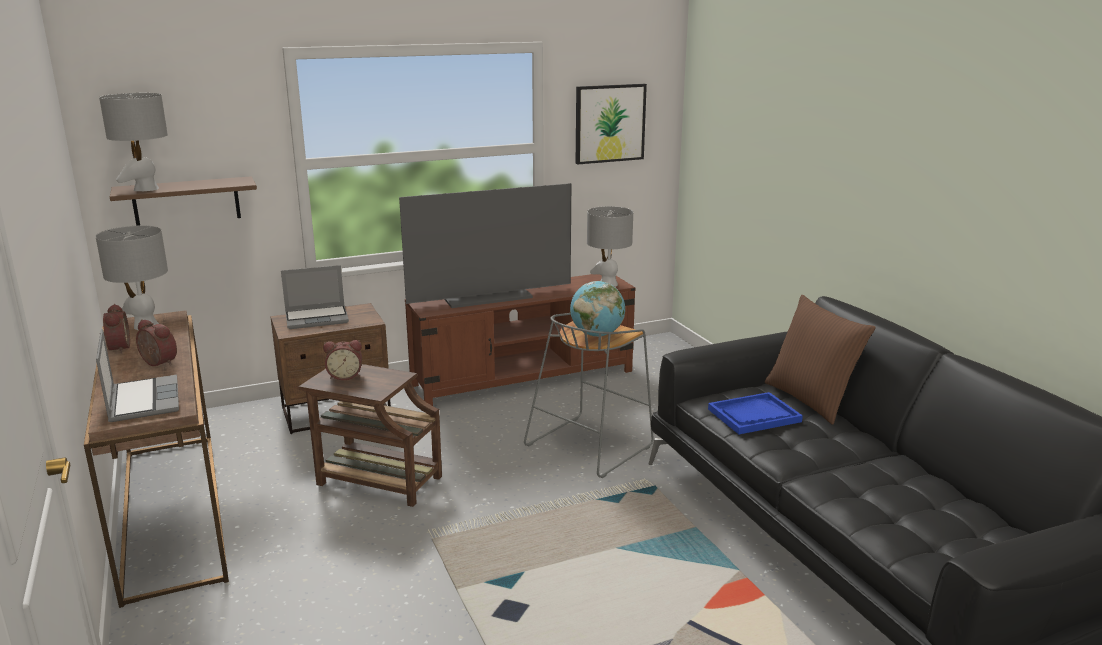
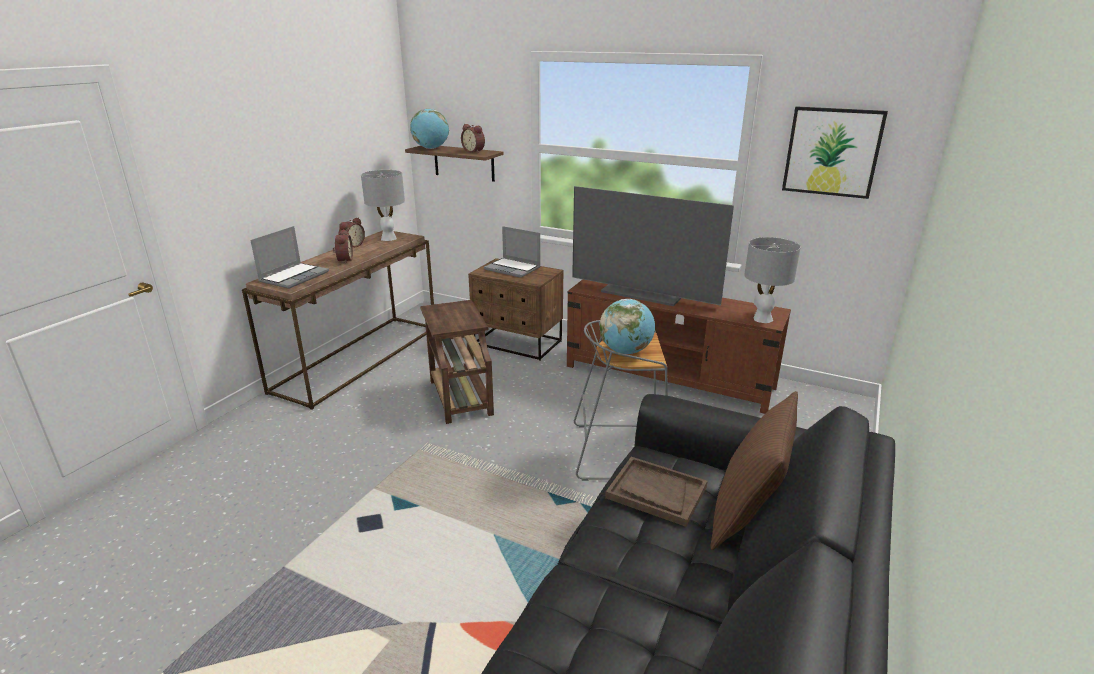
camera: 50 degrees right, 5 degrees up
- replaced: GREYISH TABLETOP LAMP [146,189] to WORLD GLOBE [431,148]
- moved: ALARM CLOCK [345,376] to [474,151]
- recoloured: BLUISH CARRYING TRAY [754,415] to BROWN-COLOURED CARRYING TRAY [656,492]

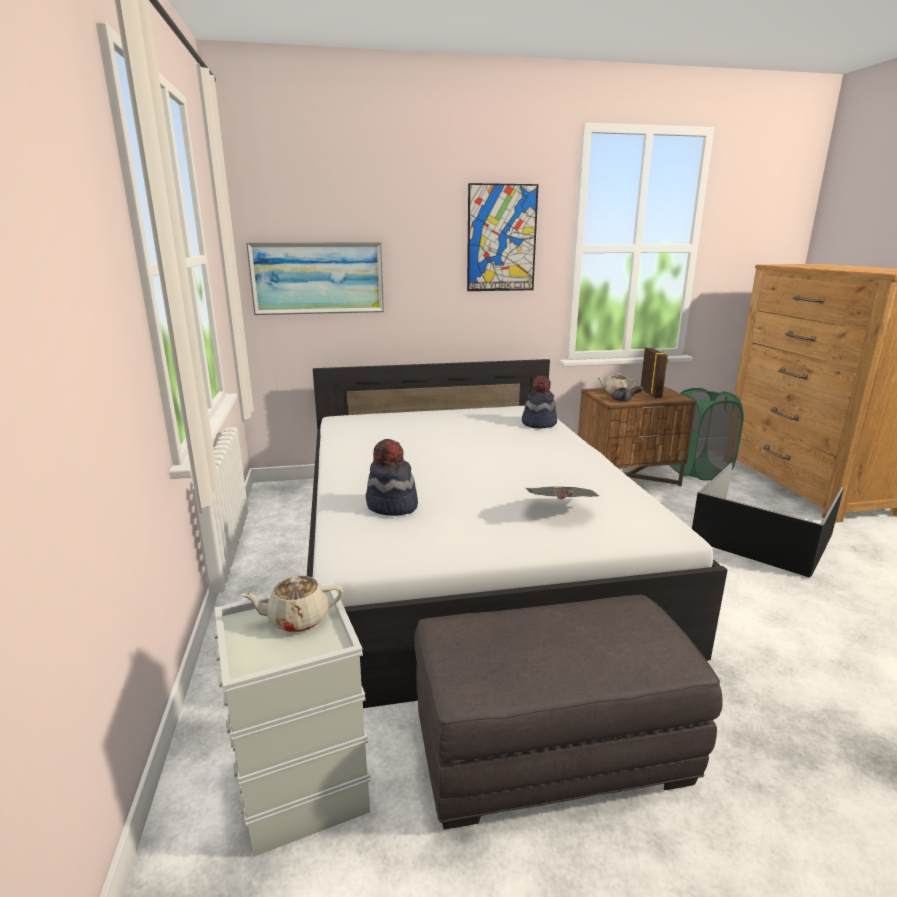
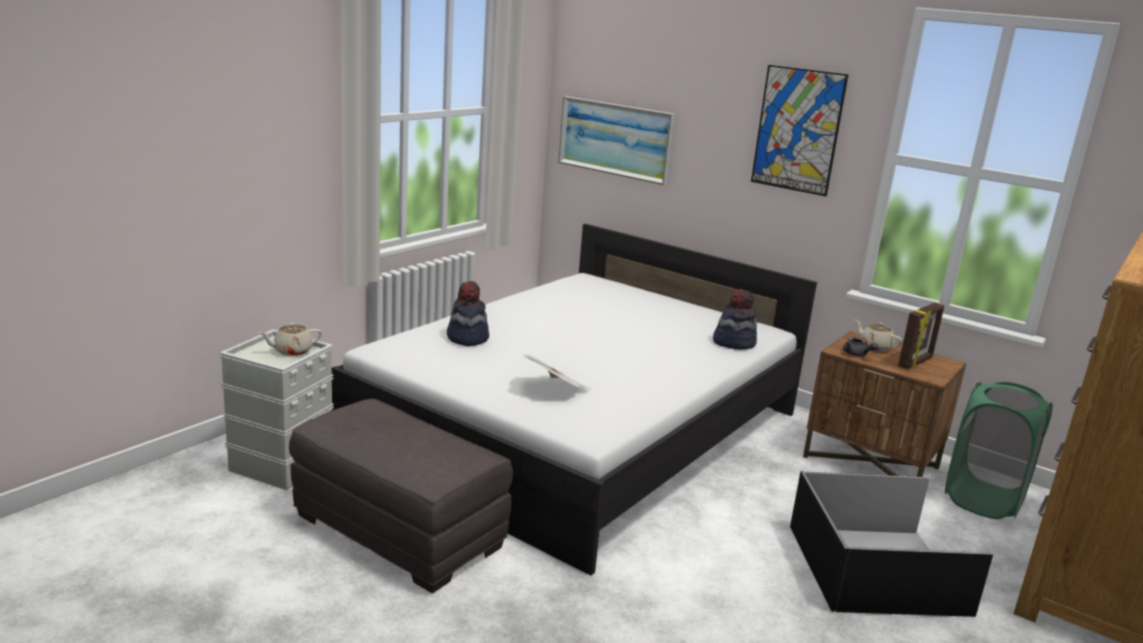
camera: 45 degrees right, 0 degrees up
- turned: BEIGE TEAPOT [297,619] = [292,351] 60 degrees counterclockwise

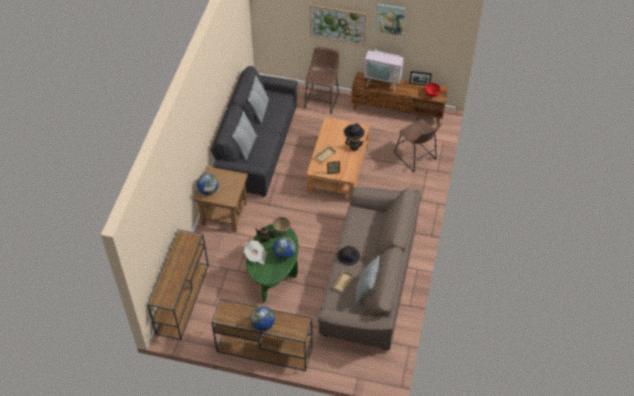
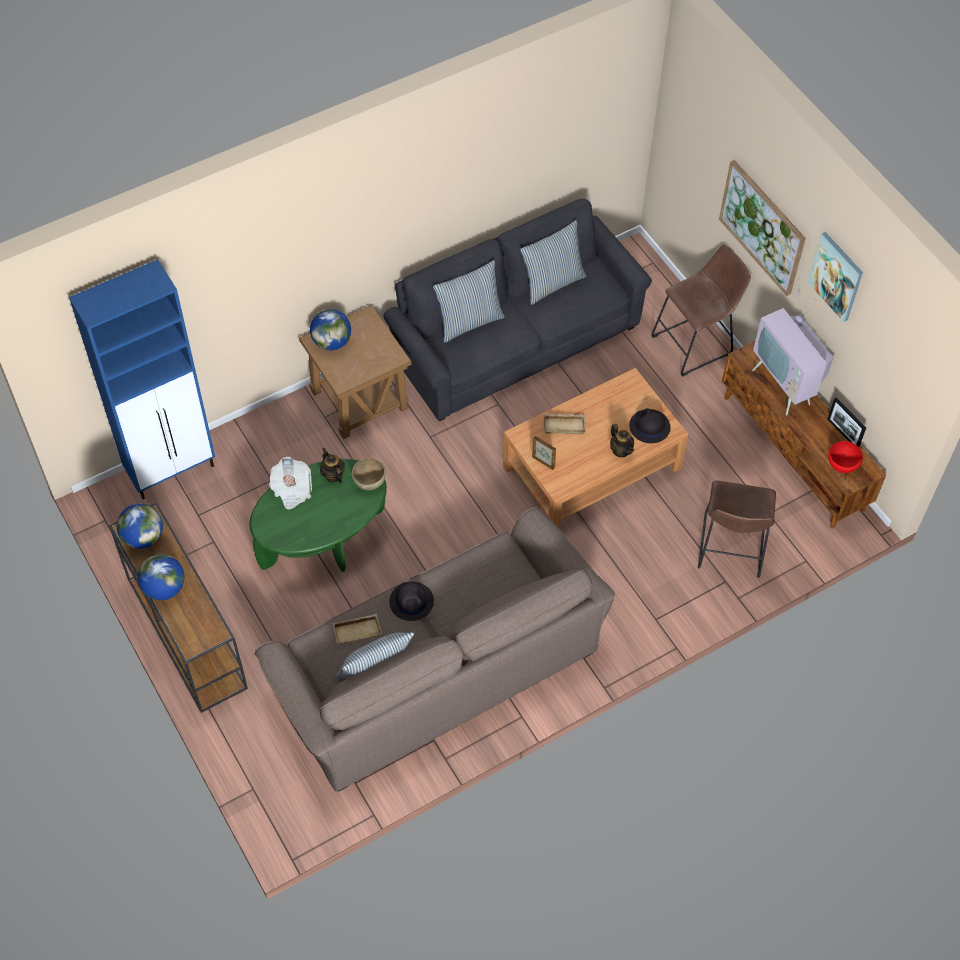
camera: 45 degrees right, 5 degrees up
- replaced: BROWN-COLOURED HALL TABLE [182,298] to BLUISH STORAGE CABINET [173,470]
- moved: WORLD GLOBE [284,254] to [143,537]

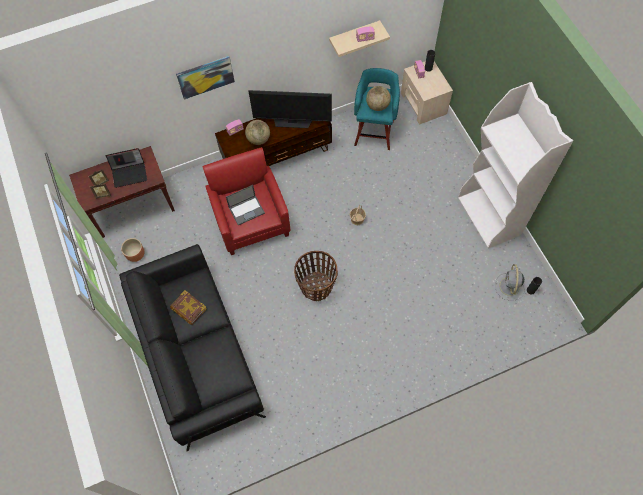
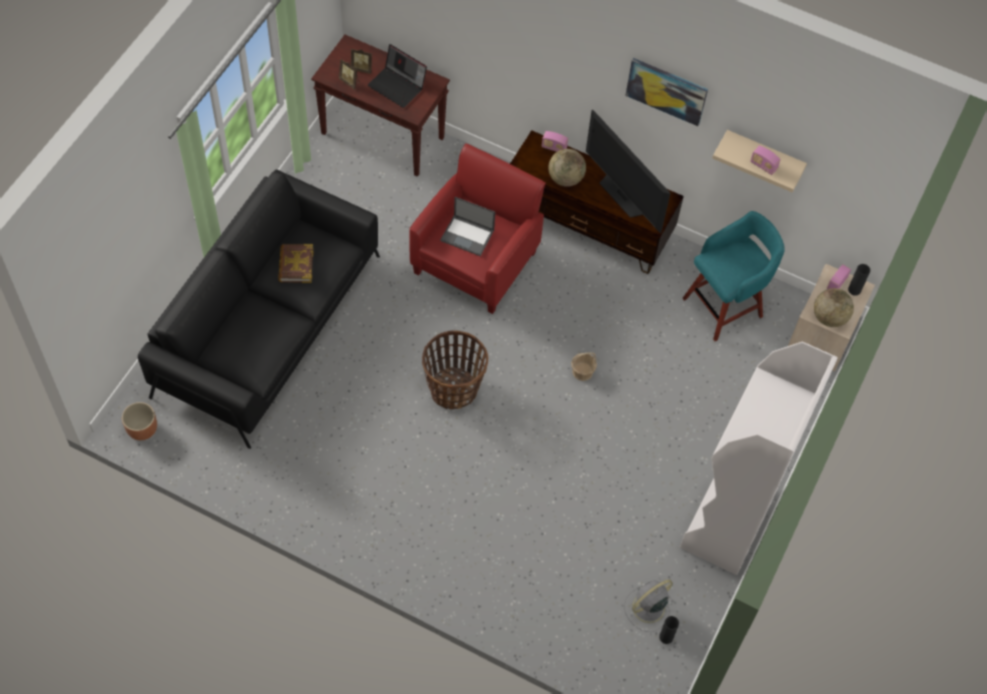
camera: 45 degrees right, 5 degrees down
- moved: WALL PICTURE [205,77] to [666,91]
- moved: WORLD GLOBE [377,106] to [829,317]
- moved: BROWN-COLOURED PLANT POT [135,254] to [142,429]

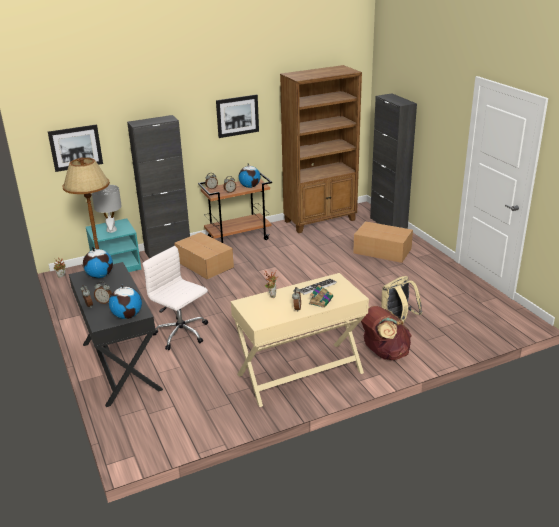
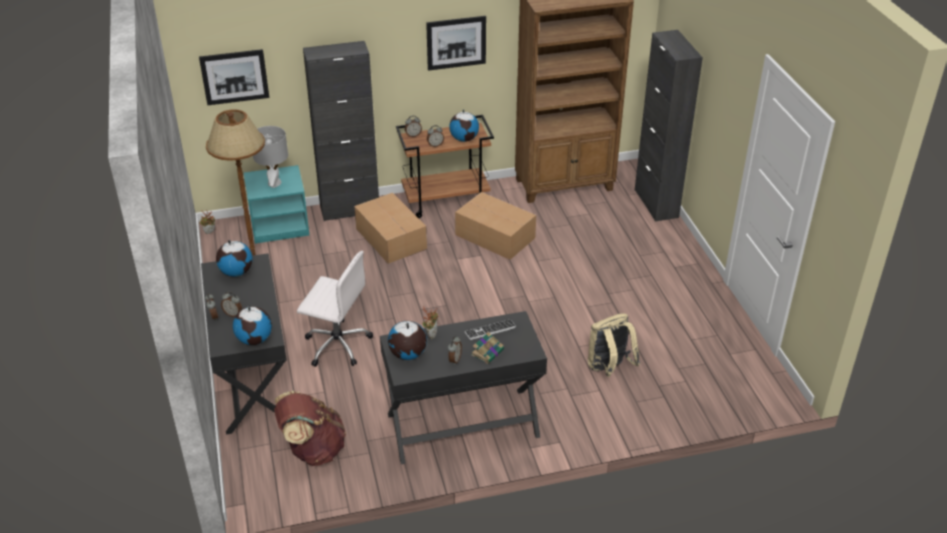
camera: 10 degrees right, 10 degrees up
- moved: PACKING BOX [383,251] to [495,237]
- turned: WHITISH DESK CHAIR [182,334] = [336,344] 150 degrees clockwise
- recoloured: BEIGE DESK [300,374] to BLACK-COLOURED DESK [463,426]
- moved: BROWN-COLOURED RUCKSACK [383,353] to [312,450]
- added: WORLD GLOBE [407,354]

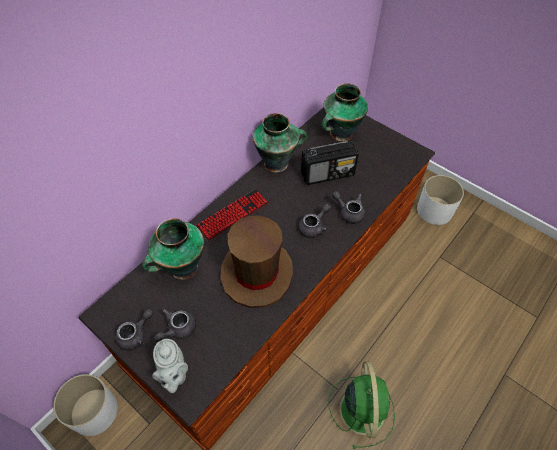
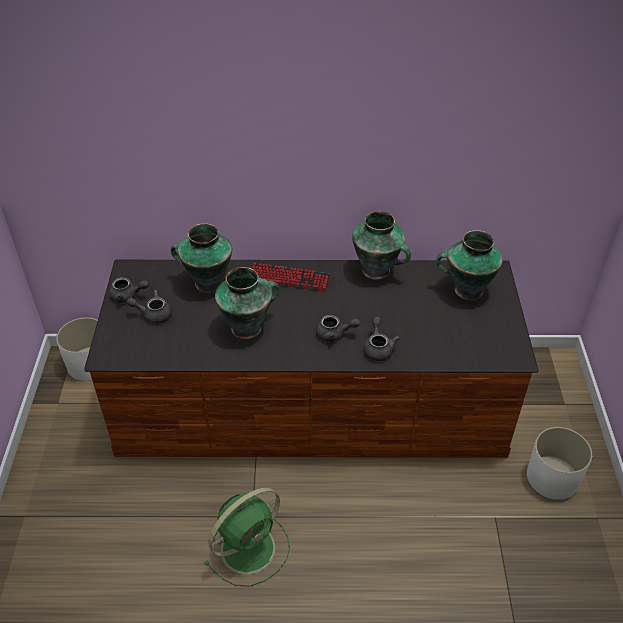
camera: 50 degrees right, 10 degrees down
- removed: RADIO SET [328,174]
- replaced: BROWN-COLOURED HAT [257,273] to DECORATIVE VASE [248,327]
- removed: GREYISH TEAPOT [173,374]

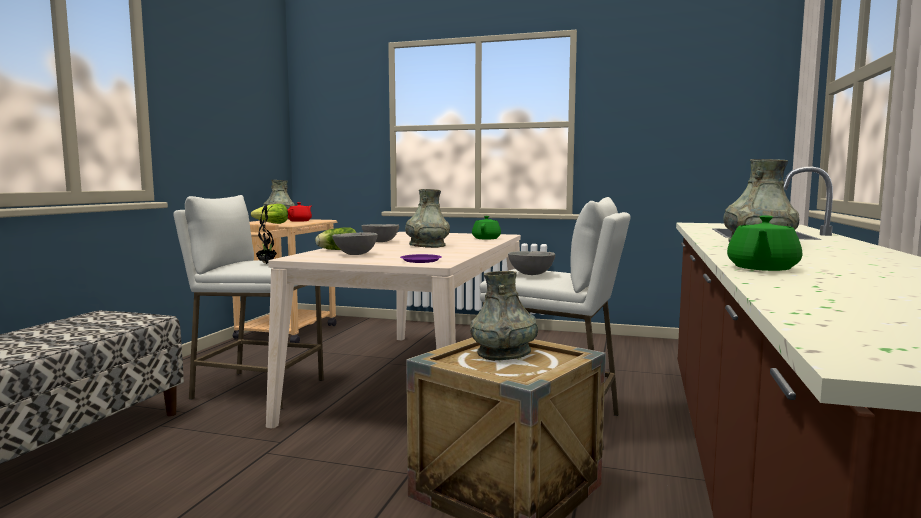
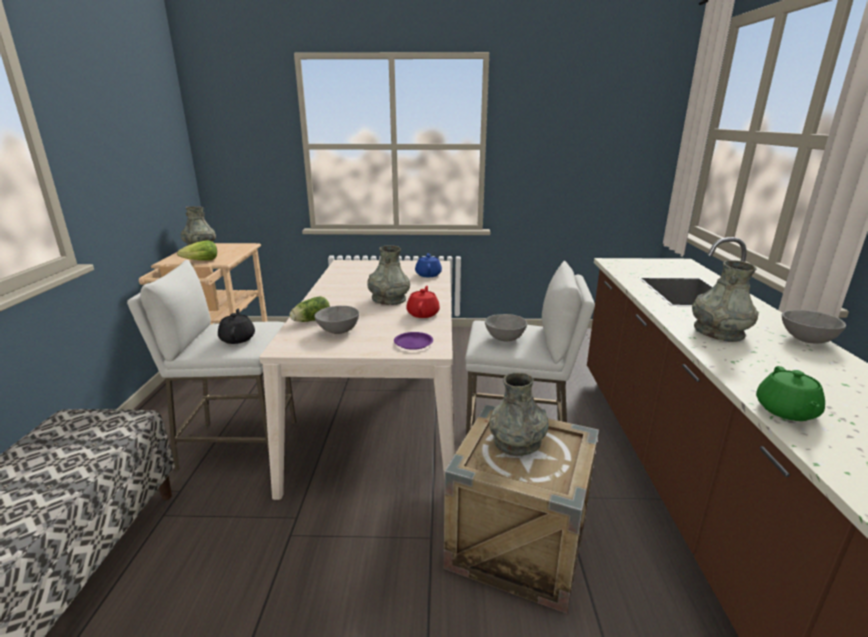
camera: 15 degrees left, 15 degrees up
- moved: RED-COLOURED TEAPOT [300,221] to [423,313]
- replaced: HOUSEPLANT [267,263] to BLACK-COLOURED TEAPOT [238,338]
- recoloured: GREENISH TEAPOT [486,238] to BLUISH TEAPOT [428,274]
- moved: GREYISH DEEP DISH [380,242] to [805,340]

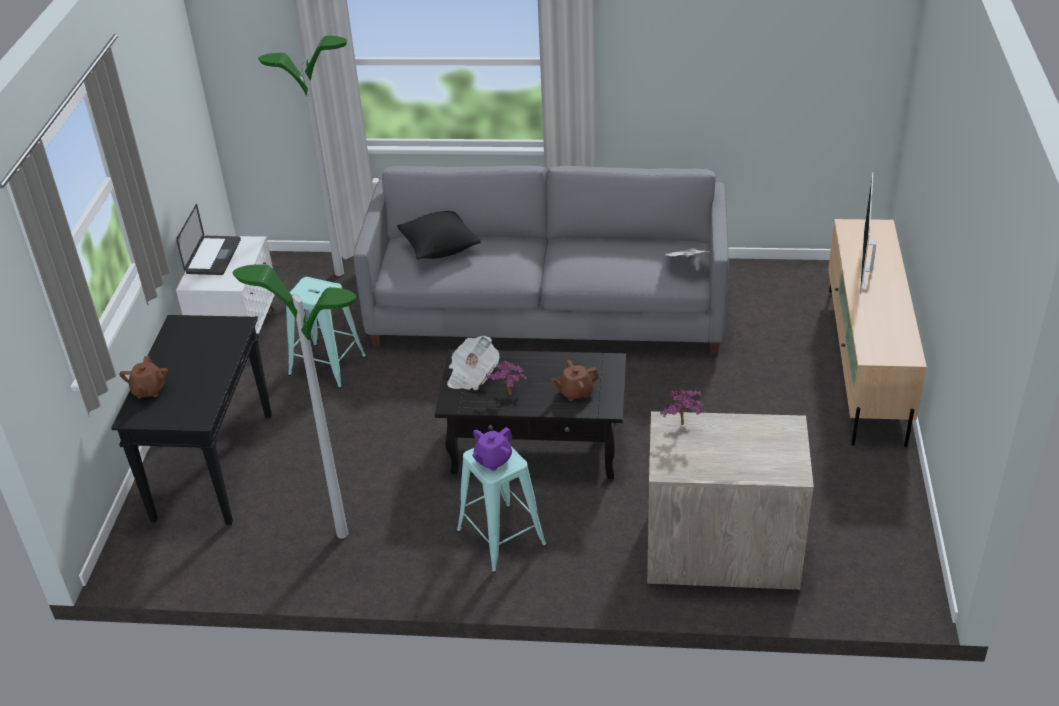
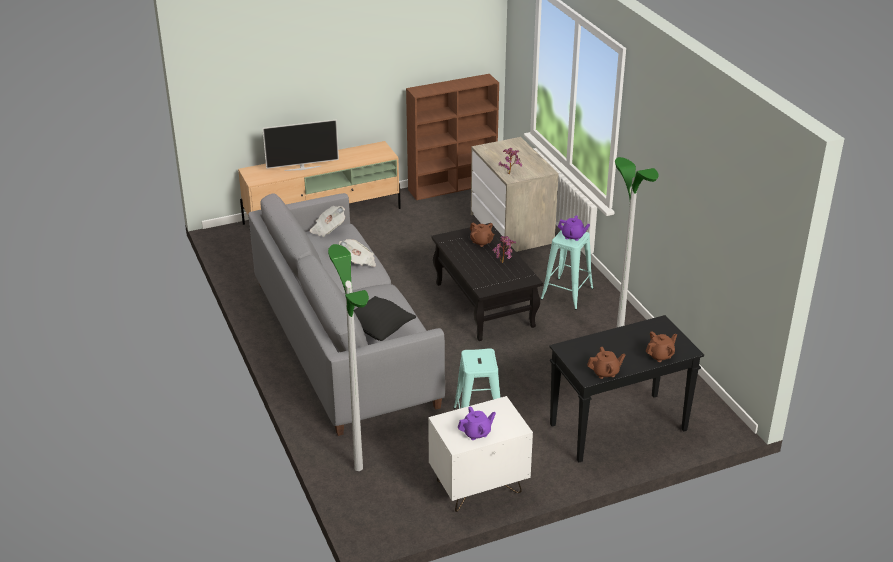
camera: 120 degrees left, 5 degrees down
- replaced: PORTABLE COMPUTER [213,256] to PURPLE-COLOURED TEAPOT [476,433]
- moved: NEWSPAPER [472,375] to [358,261]
- added: BROWN-COLOURED BOOKCASE [453,186]
- added: BROWN-COLOURED TEAPOT [605,372]

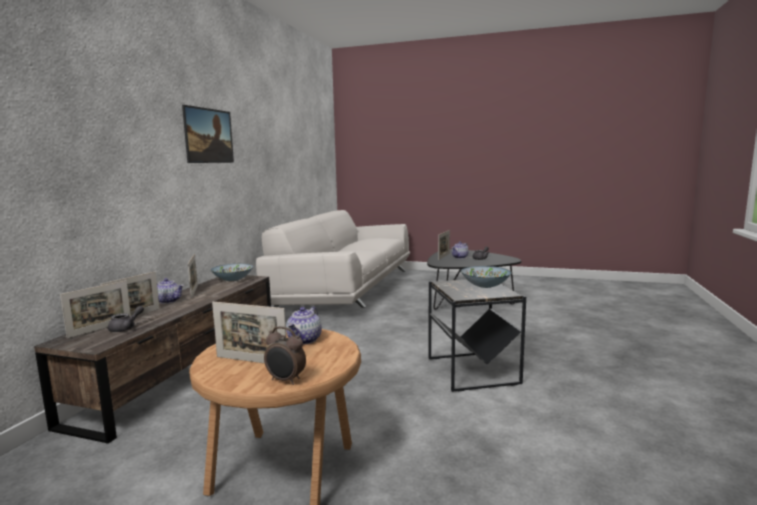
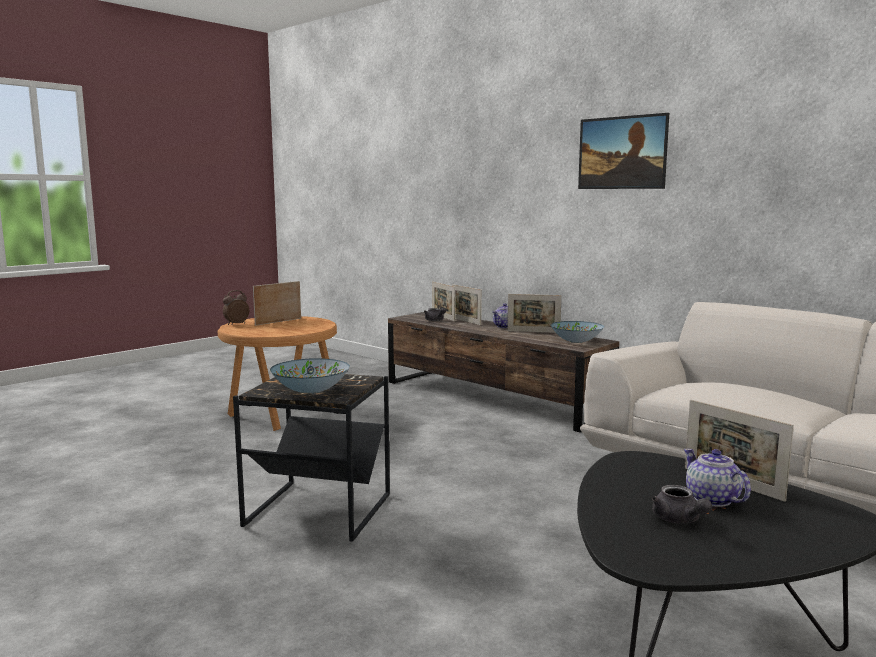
camera: 115 degrees right, 0 degrees up
- removed: TEAPOT [304,340]

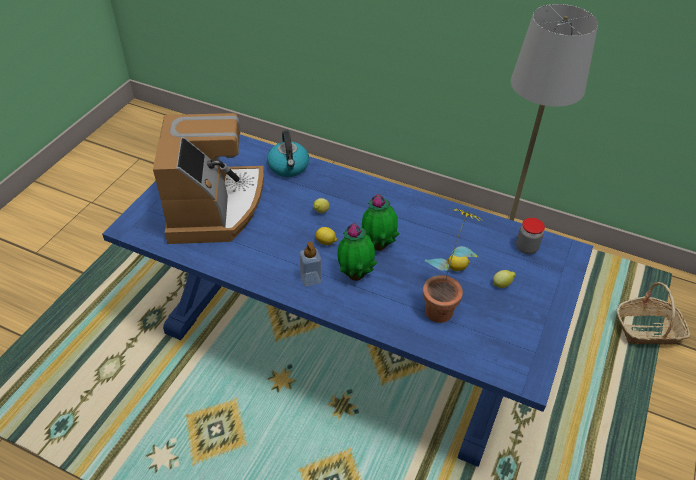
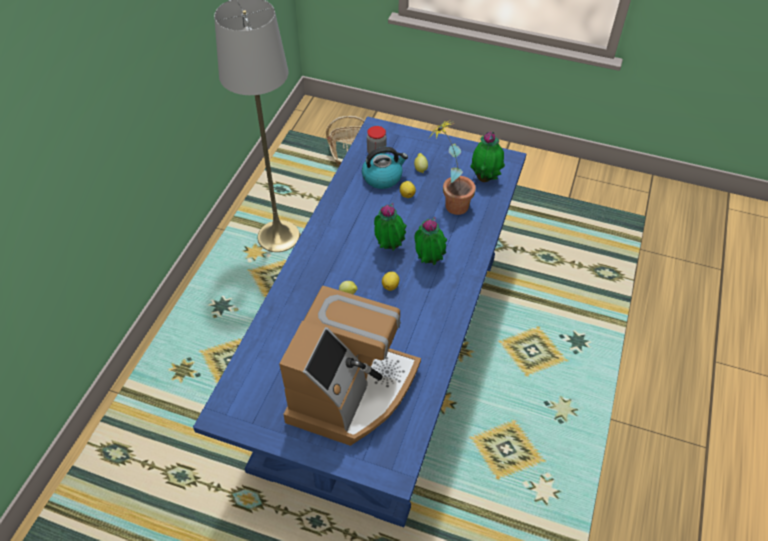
camera: 95 degrees left, 5 degrees up
- turned: COFFEE MACHINE [214,207] = [351,390] 120 degrees clockwise
- moved: KETTLE [288,167] to [383,177]
- removed: SOAP BOTTLE [311,279]
- added: HOUSEPLANT [485,178]

